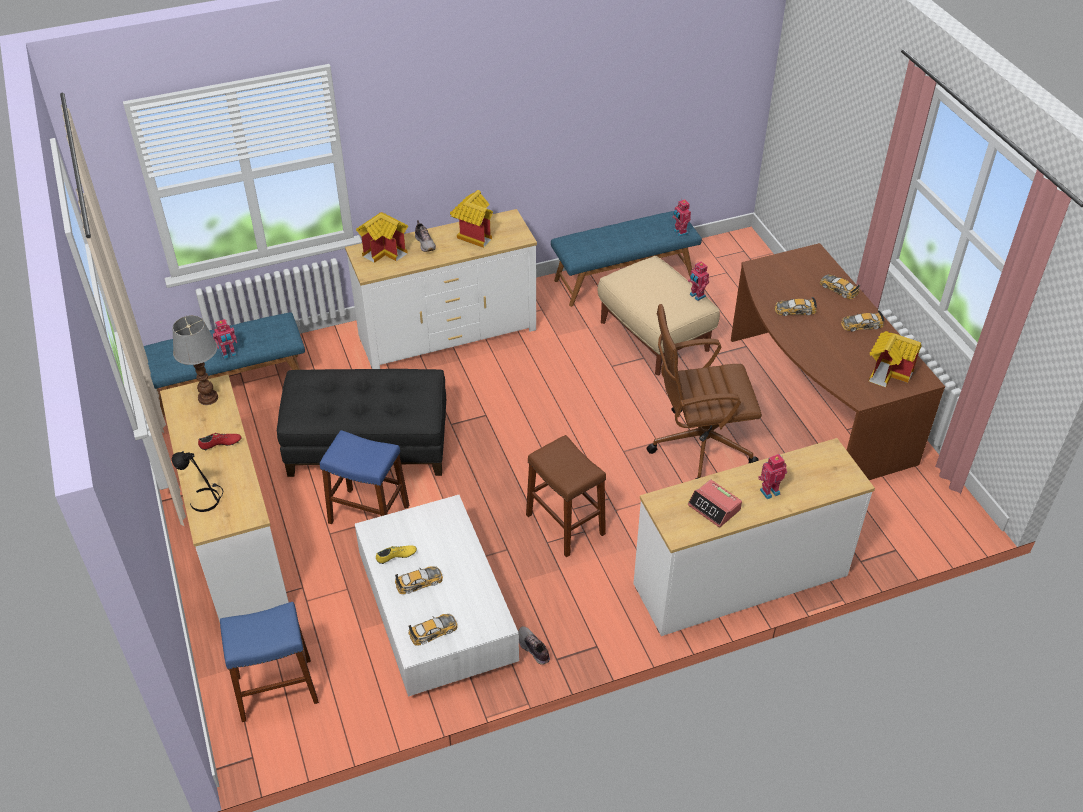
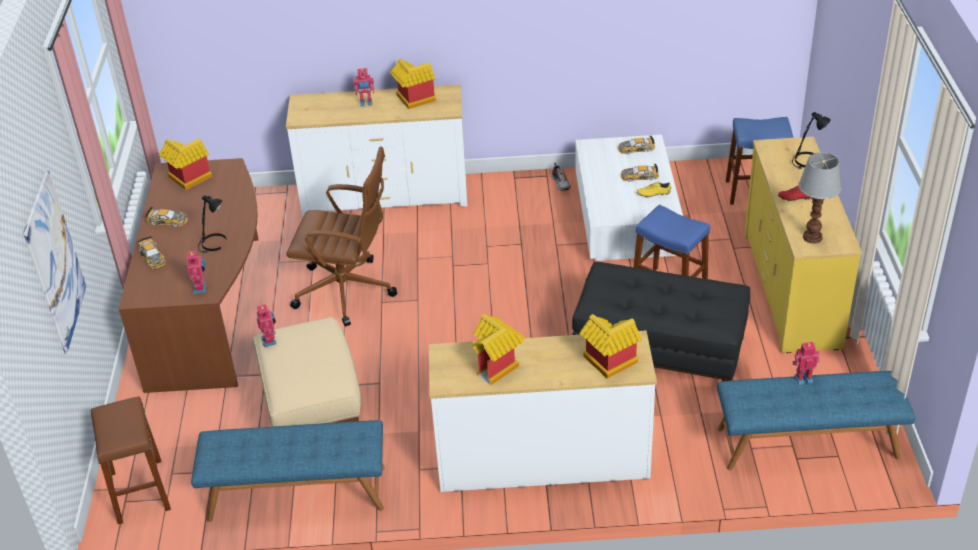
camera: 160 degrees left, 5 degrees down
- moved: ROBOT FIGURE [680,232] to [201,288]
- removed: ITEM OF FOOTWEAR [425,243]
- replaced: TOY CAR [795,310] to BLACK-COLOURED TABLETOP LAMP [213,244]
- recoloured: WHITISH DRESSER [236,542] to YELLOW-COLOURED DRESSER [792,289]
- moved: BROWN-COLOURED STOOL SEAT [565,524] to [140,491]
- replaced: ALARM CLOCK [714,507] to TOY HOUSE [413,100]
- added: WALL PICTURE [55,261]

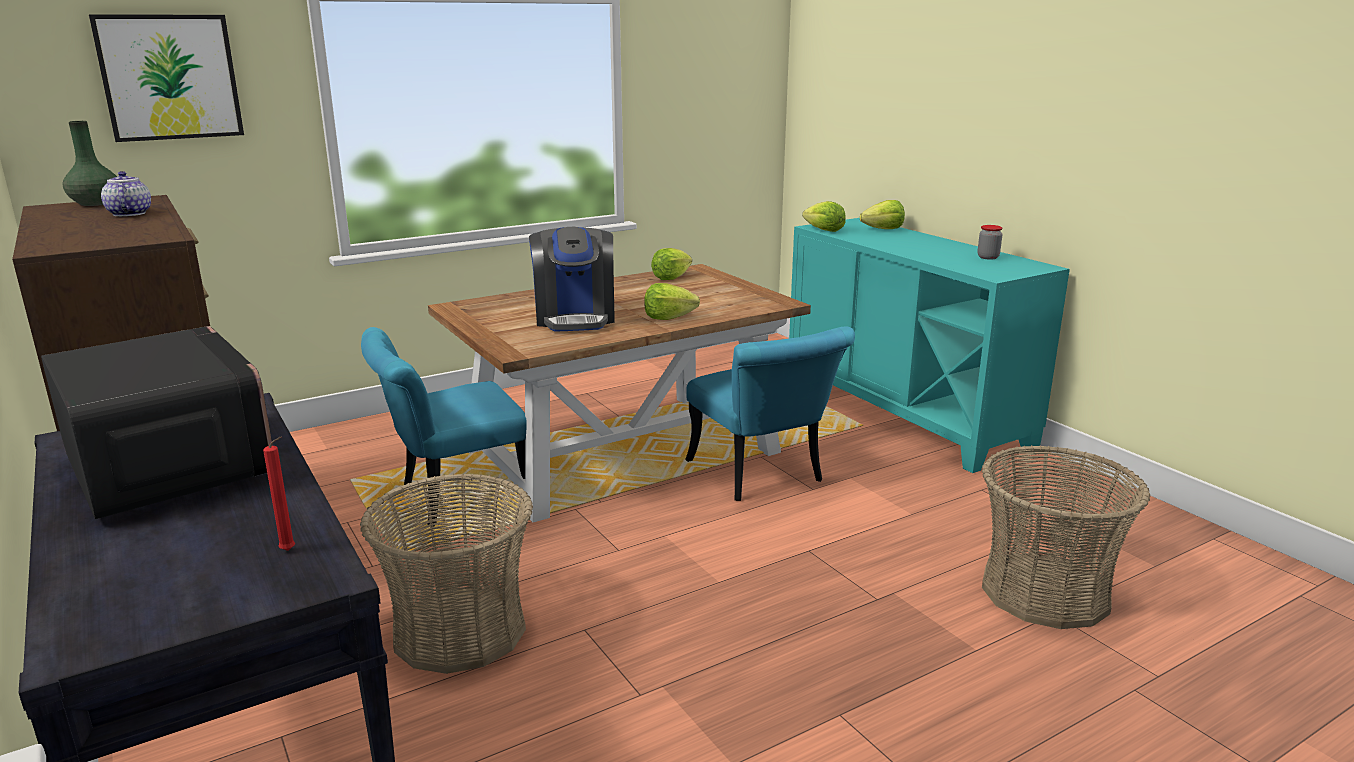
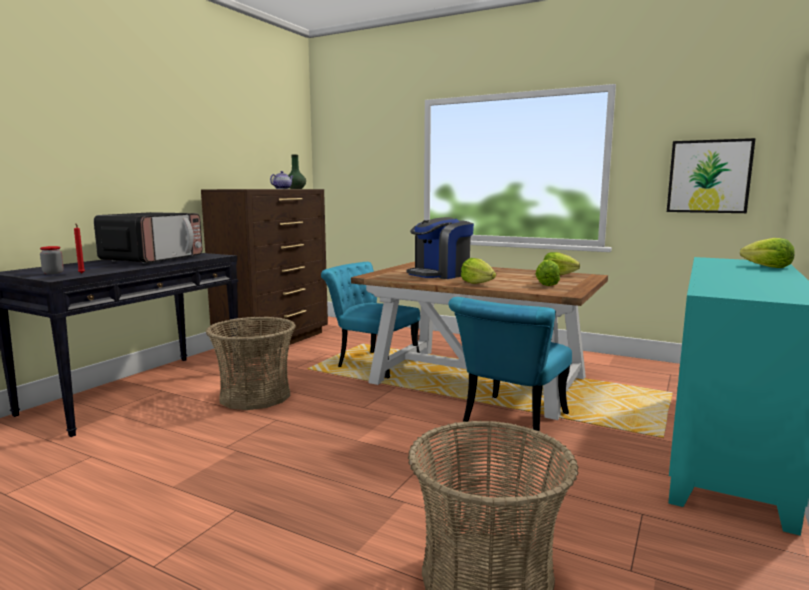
camera: 60 degrees right, 10 degrees down
- moved: WALL PICTURE [170,77] to [709,176]
- moved: LETTUCE HEAD [824,230] to [547,284]
- moved: PRESERVE JAR [988,257] to [53,273]

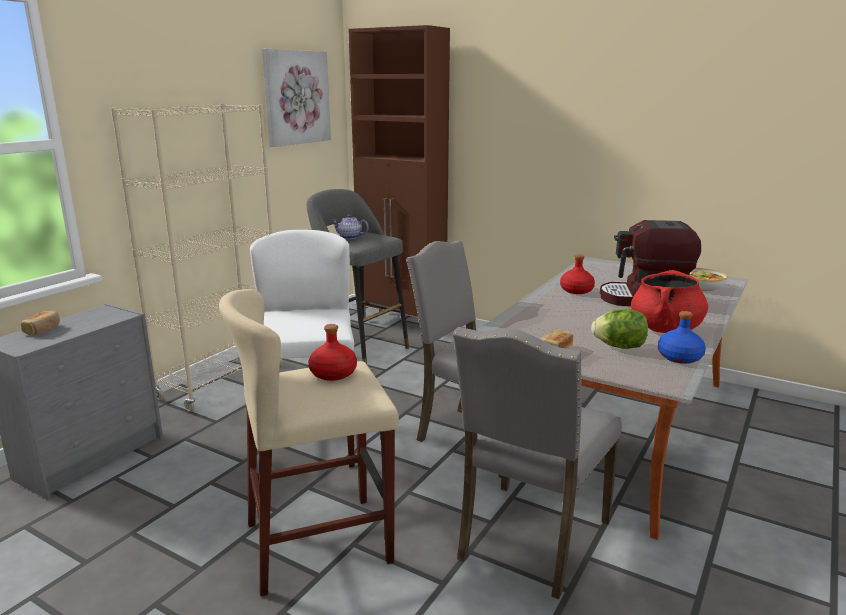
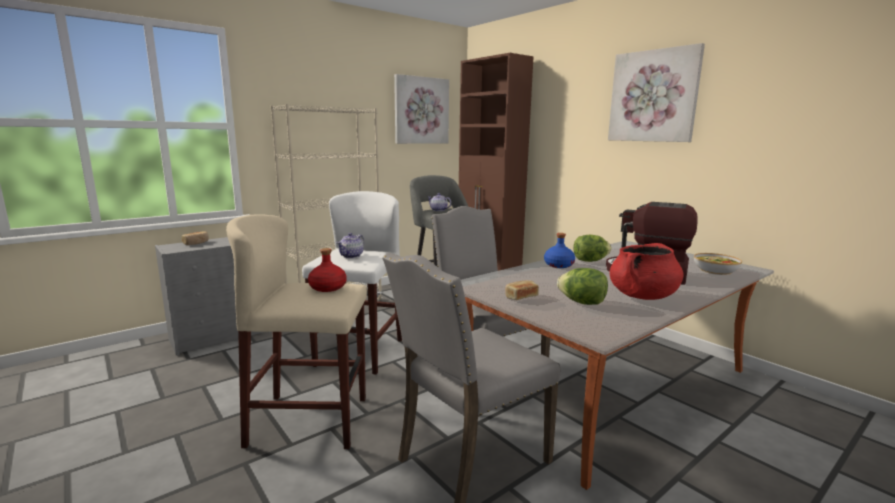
camera: 20 degrees right, 5 degrees down
- replaced: RED-COLOURED DRINK BOTTLE [576,290] to LETTUCE HEAD [590,261]
- moved: BLUISH DRINK BOTTLE [679,357] to [558,265]
- added: WALL PICTURE [653,96]
- added: TEAPOT [351,256]

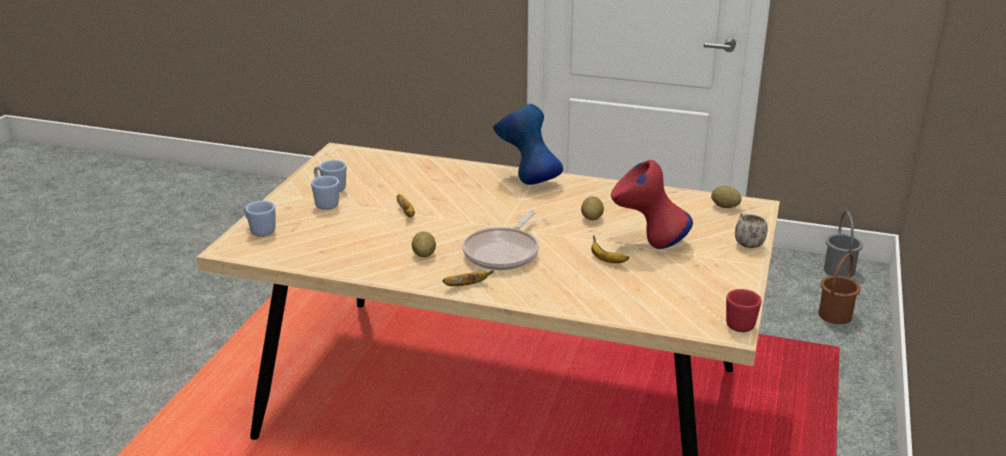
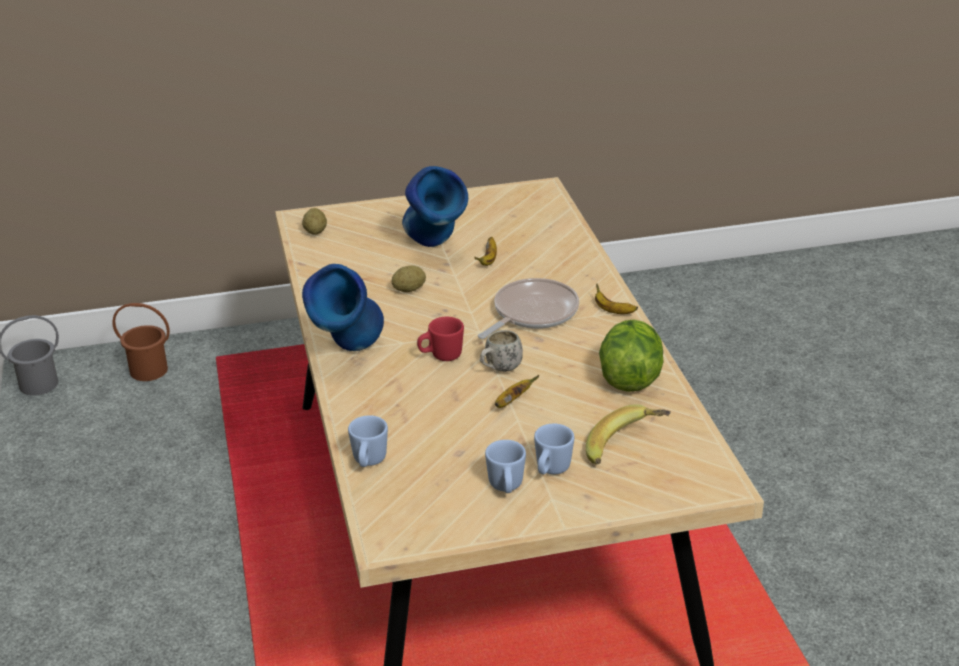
camera: 120 degrees left, 5 degrees up
- recoloured: RED-COLOURED DECORATIVE VASE [648,244] to BLUISH DECORATIVE VASE [435,249]
- moved: BLUISH MUG [259,231] to [368,462]
- turned: SKILLET [503,252] = [532,313] 45 degrees counterclockwise
- moved: WHITISH MUG [746,242] to [499,369]
- removed: SPUD [424,254]
- moved: RED-COLOURED MUG [740,323] to [441,356]
- added: LETTUCE HEAD [629,378]
- added: BANANA [626,449]

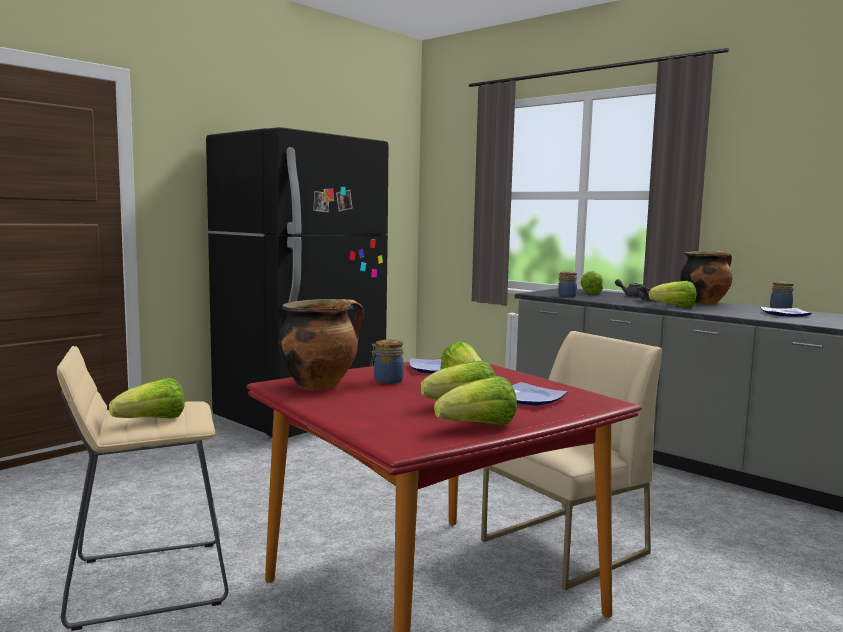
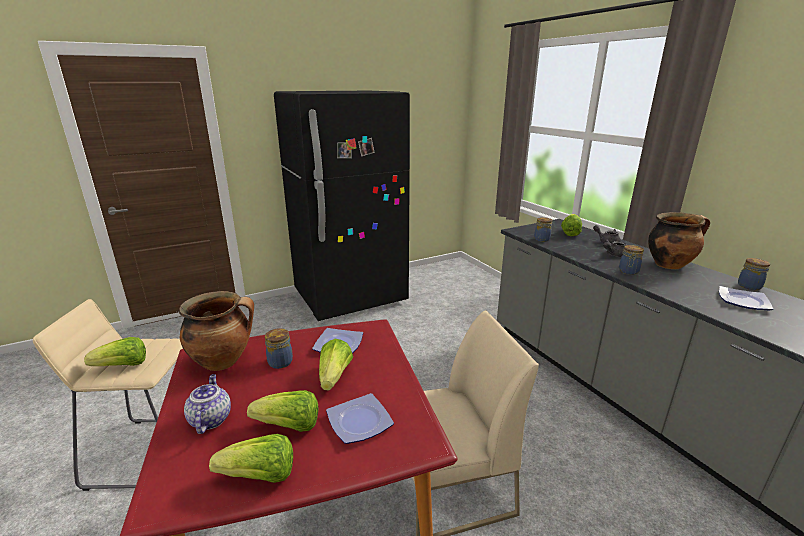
camera: 20 degrees right, 15 degrees up
- replaced: LETTUCE HEAD [674,307] to PRESERVE JAR [628,271]
- added: TEAPOT [210,419]

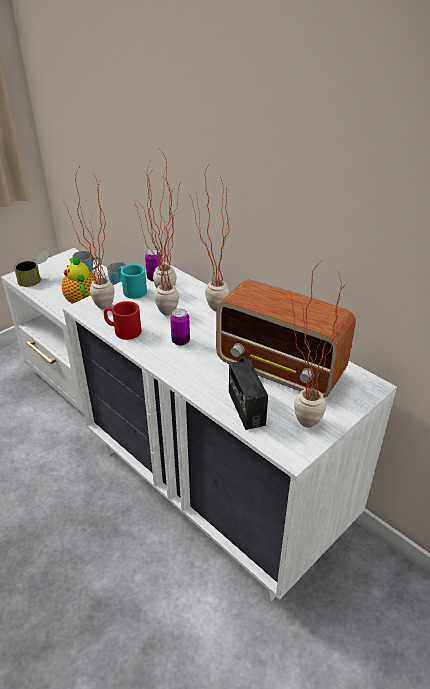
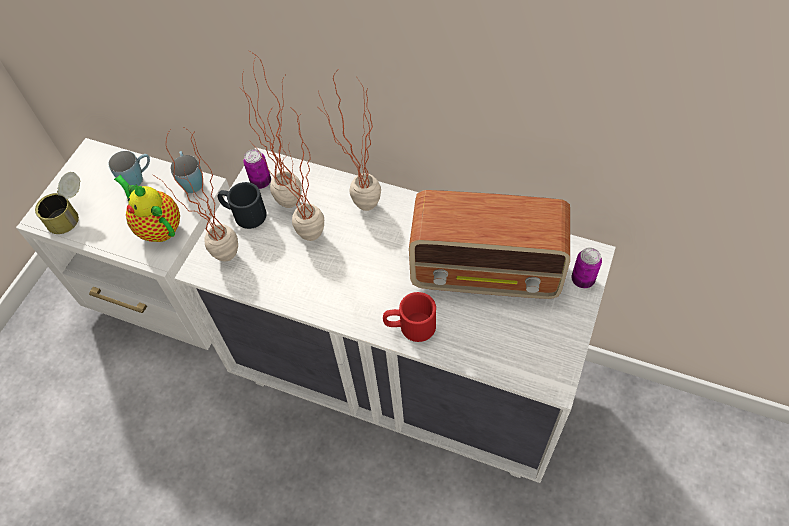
camera: 20 degrees left, 20 degrees up
- removed: HOUSEPLANT [298,424]
- recoloured: BLUE-GREEN MUG [131,290] to BLACK-COLOURED MUG [244,214]
- moved: RED-COLOURED MUG [122,330] to [410,326]
- moved: SEALED CAN [180,341] to [582,280]
- removed: RADIO SET [246,408]

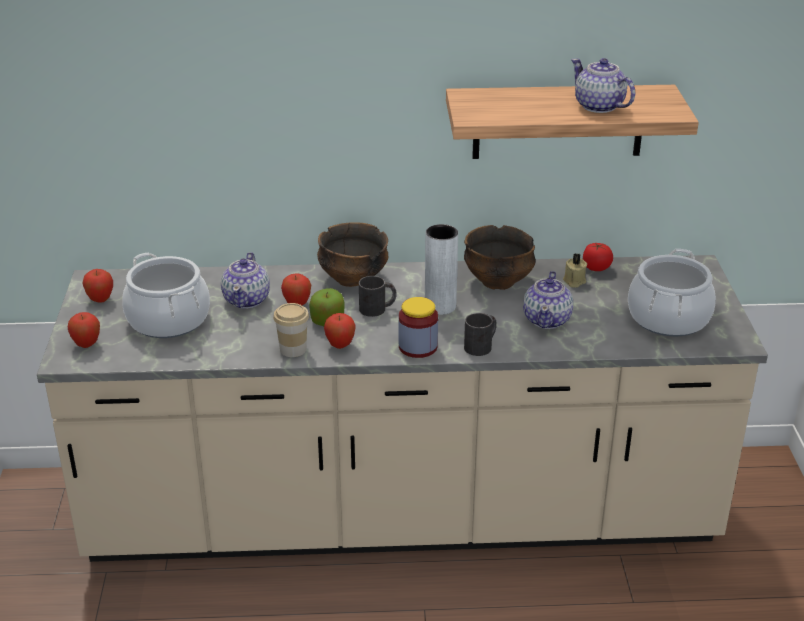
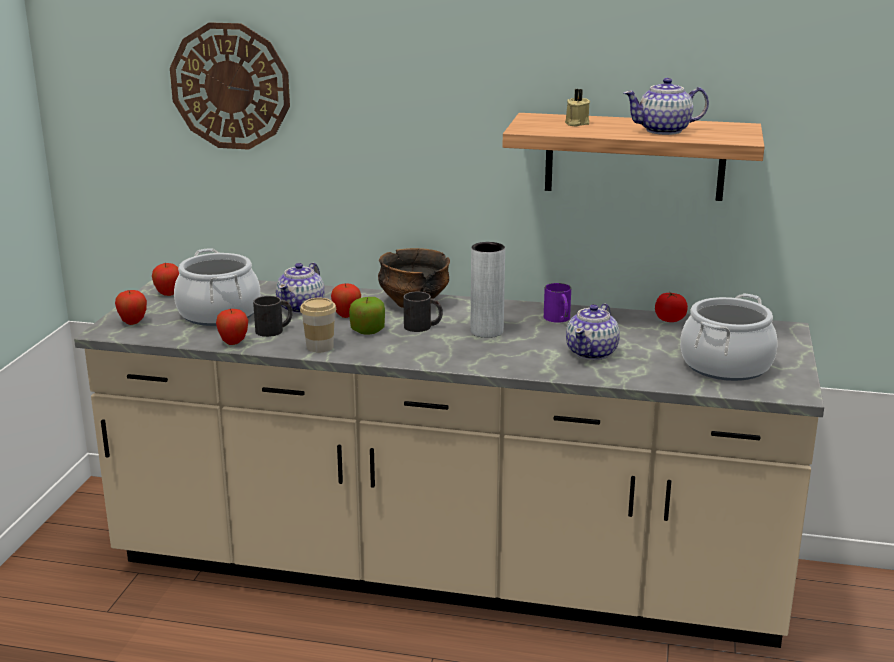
camera: 15 degrees right, 10 degrees down
- turned: TEAPOT [599,106] = [664,130] 75 degrees counterclockwise
- replaced: DEEP DISH [498,281] to PURPLE-COLOURED MUG [559,319]
- moved: BEIGE WAX CANDLE [574,281] to [576,123]
- removed: PRESERVE JAR [418,347]
- moved: WHOLE APPLE [340,345] to [233,343]
- moved: BLACK-COLOURED MUG [481,345] to [274,330]
- added: CLOCK ON THE WALL [230,86]

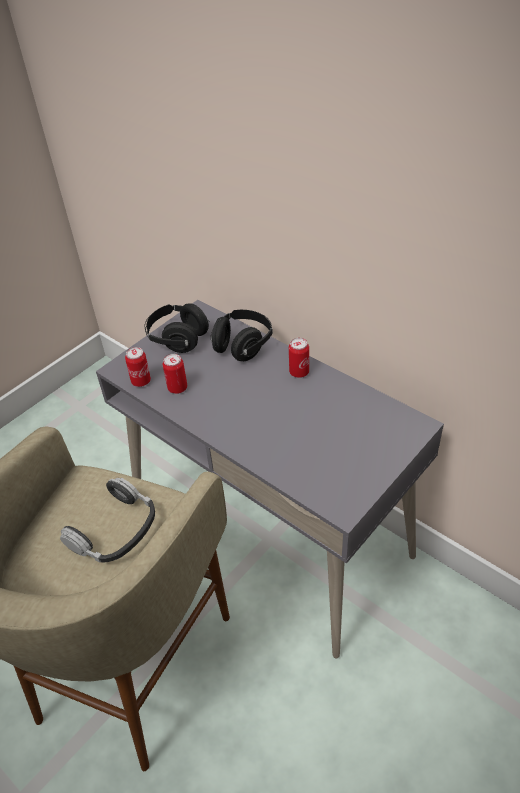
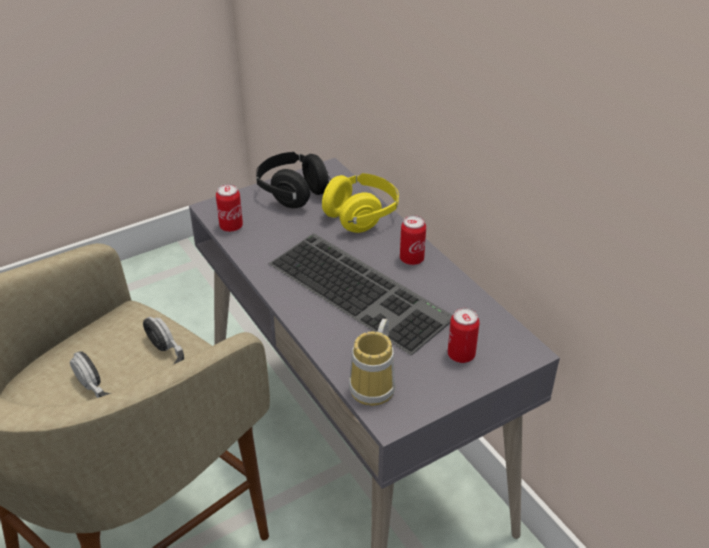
camera: 15 degrees right, 5 degrees down
- recoloured: BLACK-COLOURED HEADPHONES [242,345] to YELLOW-COLOURED HEADPHONES [361,216]
- moved: SEALED CAN [177,388] to [461,355]
- added: COMPUTER KEYBOARD [362,290]
- added: MUG [376,385]

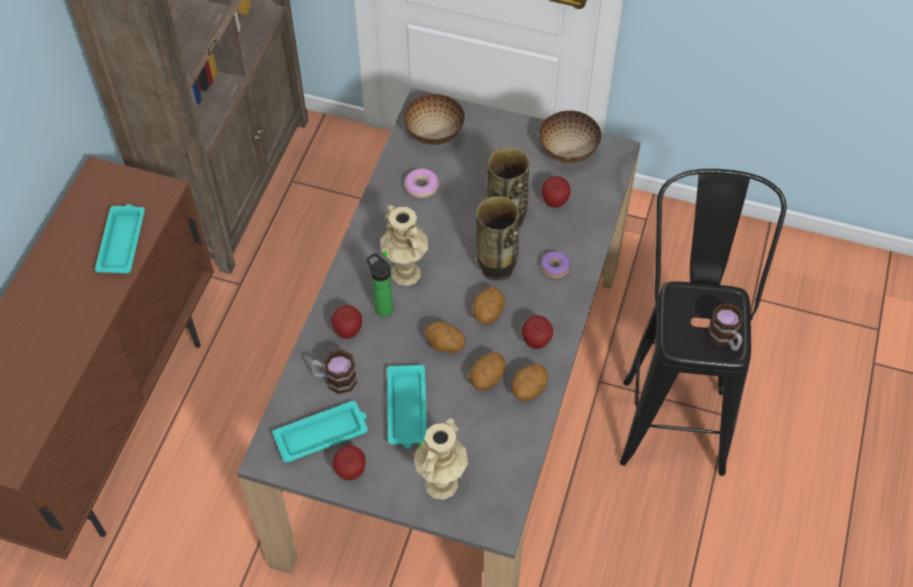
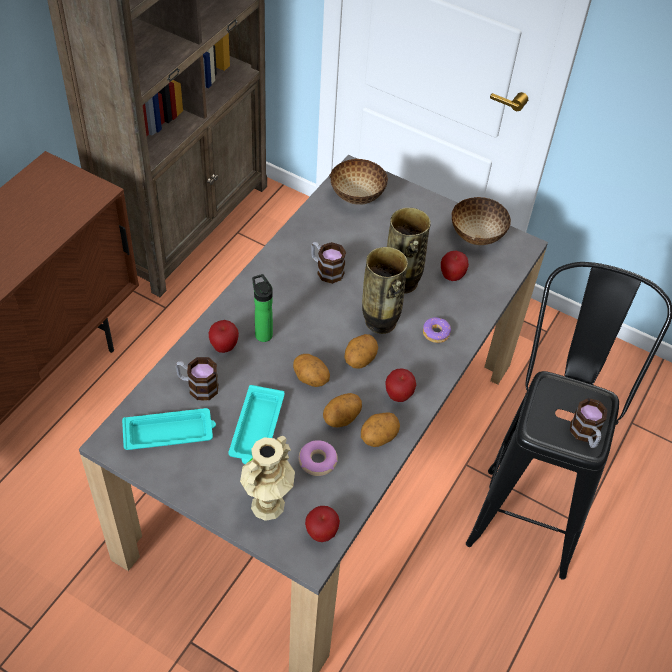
camera: 10 degrees right, 5 degrees down
- moved: RING DOUGHNUT [422,186] to [318,461]
- removed: BLUE-GREEN CARRYING TRAY [122,242]
- removed: BEIGE DECORATIVE VASE [406,273]
- moved: WHOLE APPLE [350,472] to [321,533]
- added: MUG [326,270]

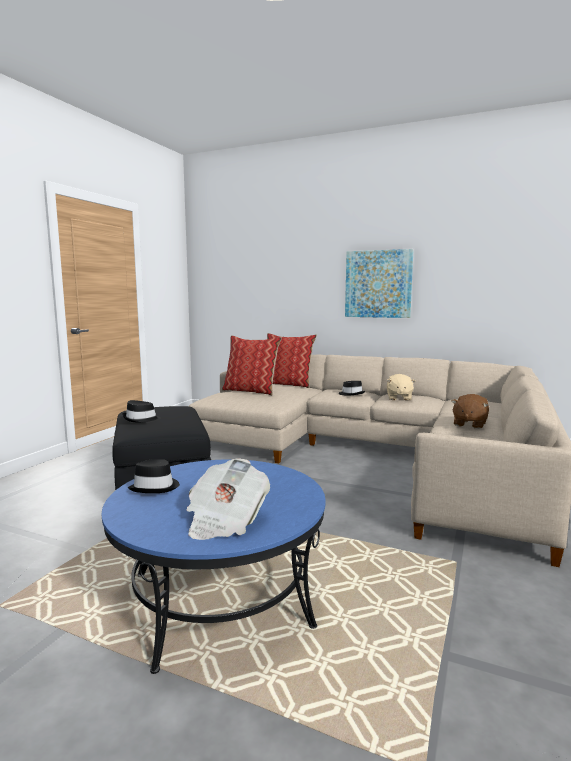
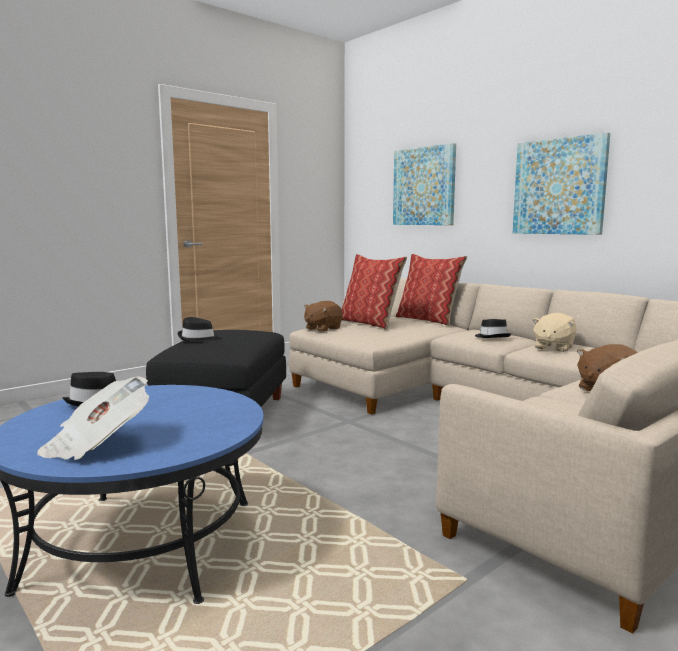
camera: 25 degrees right, 0 degrees up
- added: WALL PICTURE [424,186]
- added: BROWN-COLOURED CUDDLY TOY [322,329]

